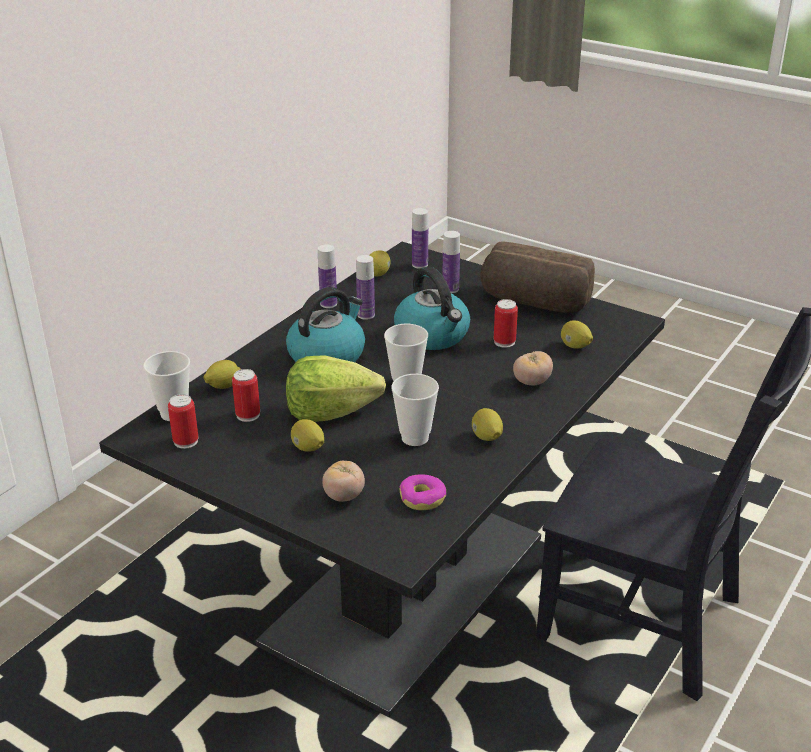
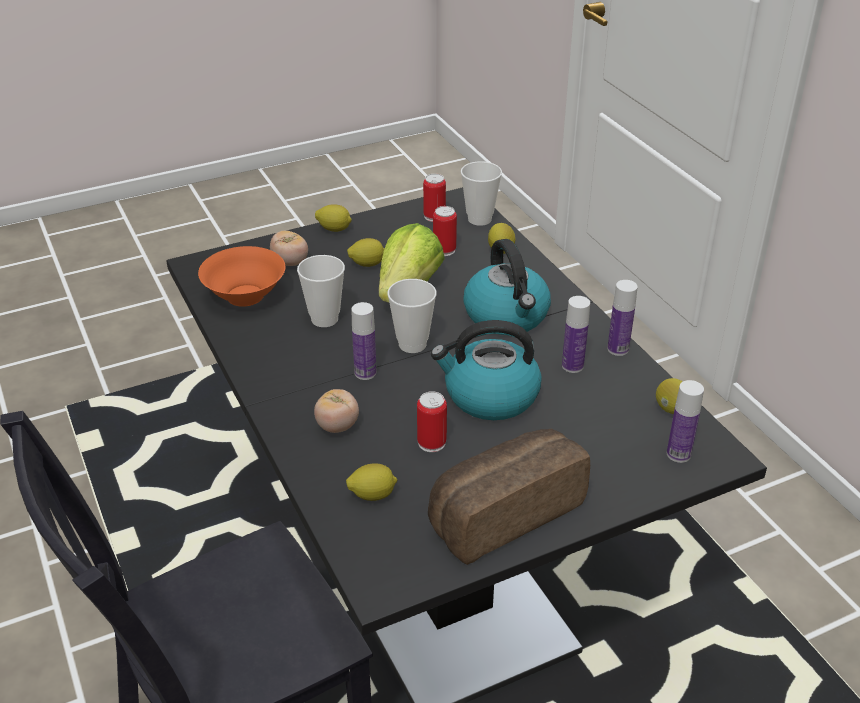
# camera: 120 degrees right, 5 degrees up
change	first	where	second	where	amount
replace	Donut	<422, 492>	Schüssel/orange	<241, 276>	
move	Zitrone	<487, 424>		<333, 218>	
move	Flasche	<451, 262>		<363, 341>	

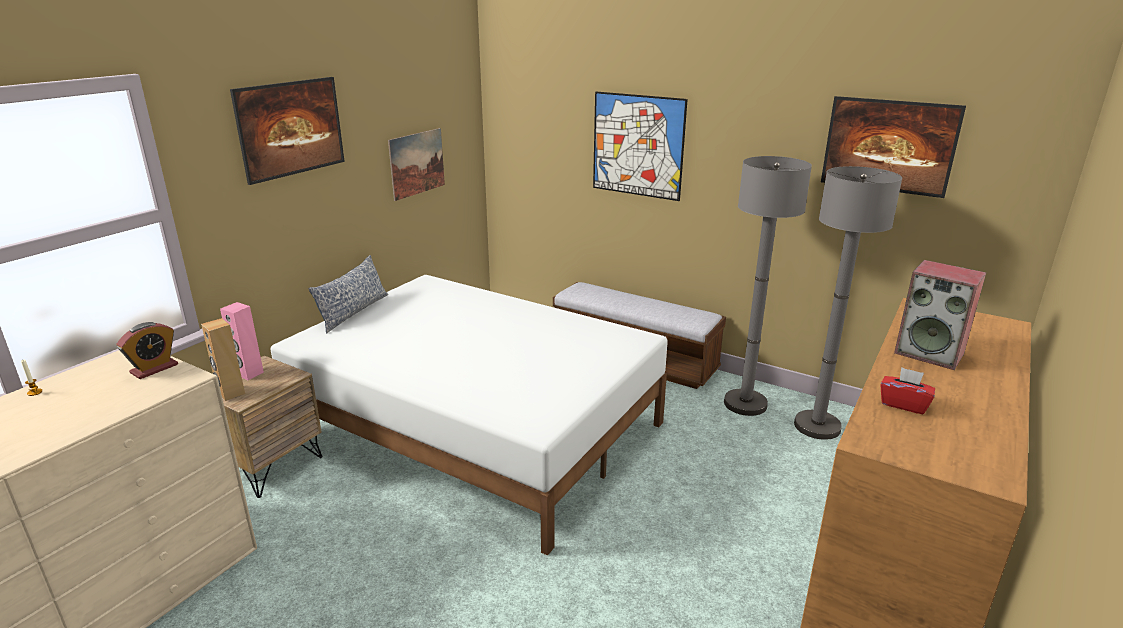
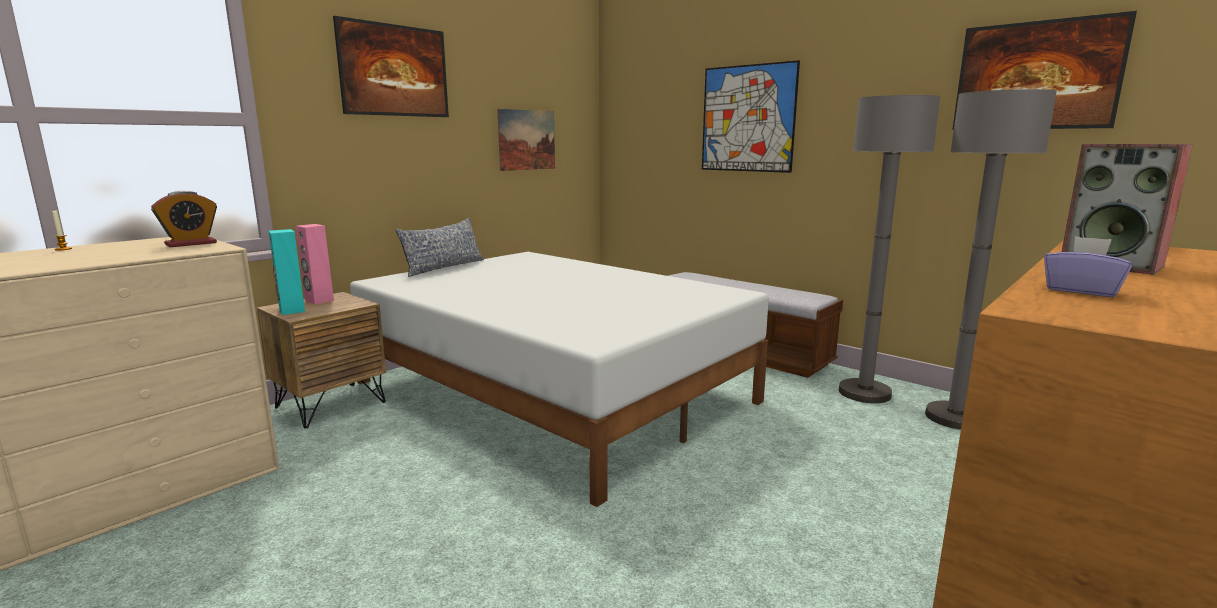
# camera: 10 degrees right, 10 degrees down
change	first	where	second	where	amount
recolor	Lautsprecher/braun	<223, 359>	Lautsprecher/türkis	<286, 272>	
recolor	Taschentuchbox/rot	<907, 390>	Taschentuchbox/lila	<1088, 266>	

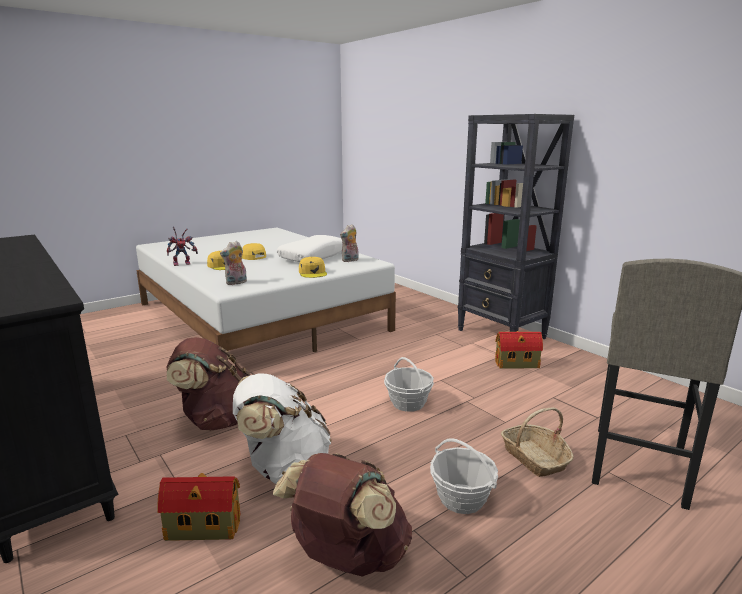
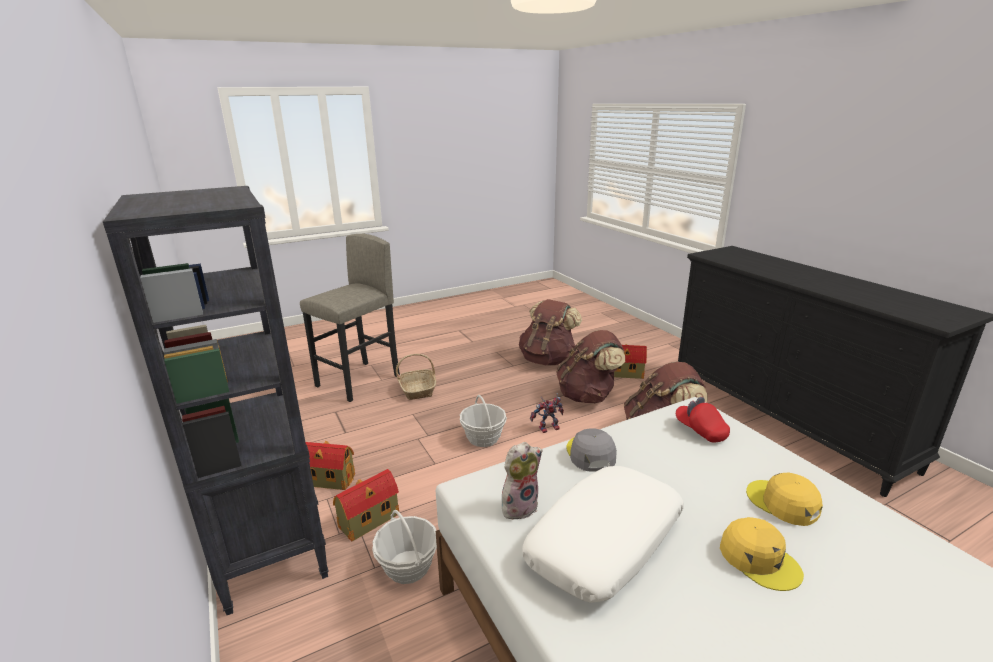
# camera: 170 degrees left, 5 degrees up
change	first	where	second	where	amount
insert			Spielzeughaus	<366, 505>	
move	Korb	<464, 476>		<404, 547>	
move	Spielzeugroboter	<182, 246>		<547, 413>	
recolor	Rucksack/weiß	<282, 428>	Rucksack/braun	<590, 366>	
recolor	Kappe/gelb	<313, 267>	Kappe/grau	<591, 450>	
replace	Plüschtier	<233, 263>	Kappe/rot	<703, 420>	

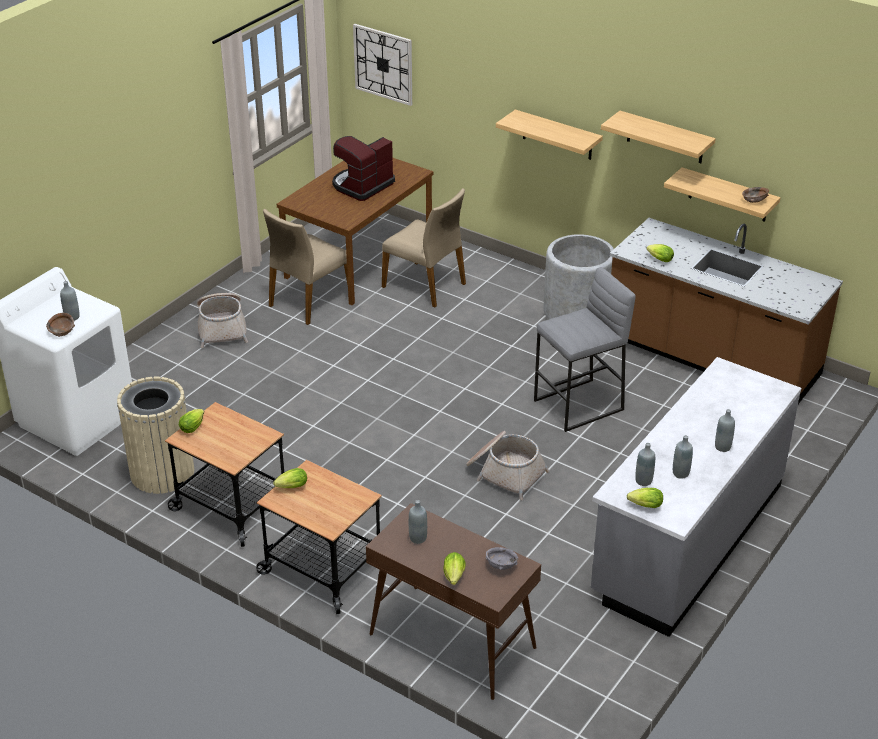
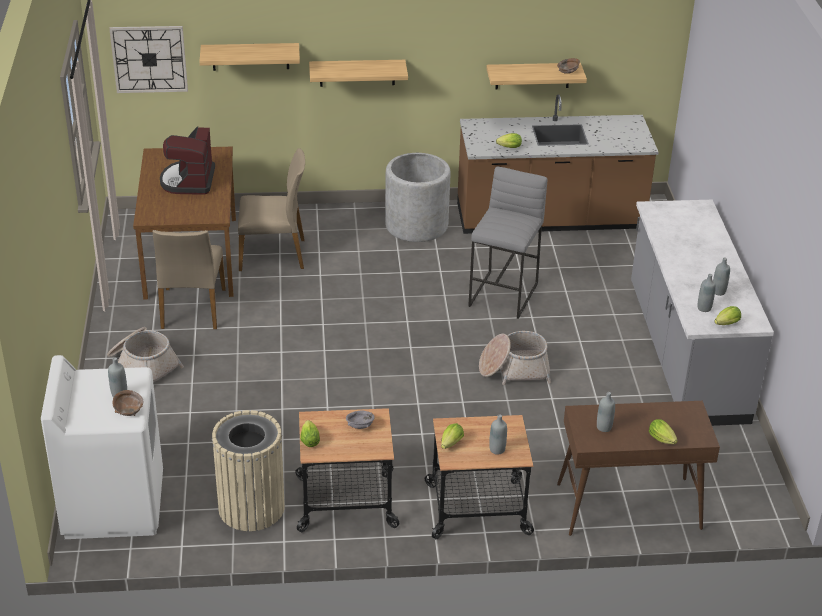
# camera: 40 degrees left, 0 degrees up
change	first	where	second	where	amount
move	Wandregal	<658, 137>		<250, 57>	
move	Schüssel/grau	<501, 558>		<360, 420>	
move	Flasche/grau	<725, 430>		<498, 434>	

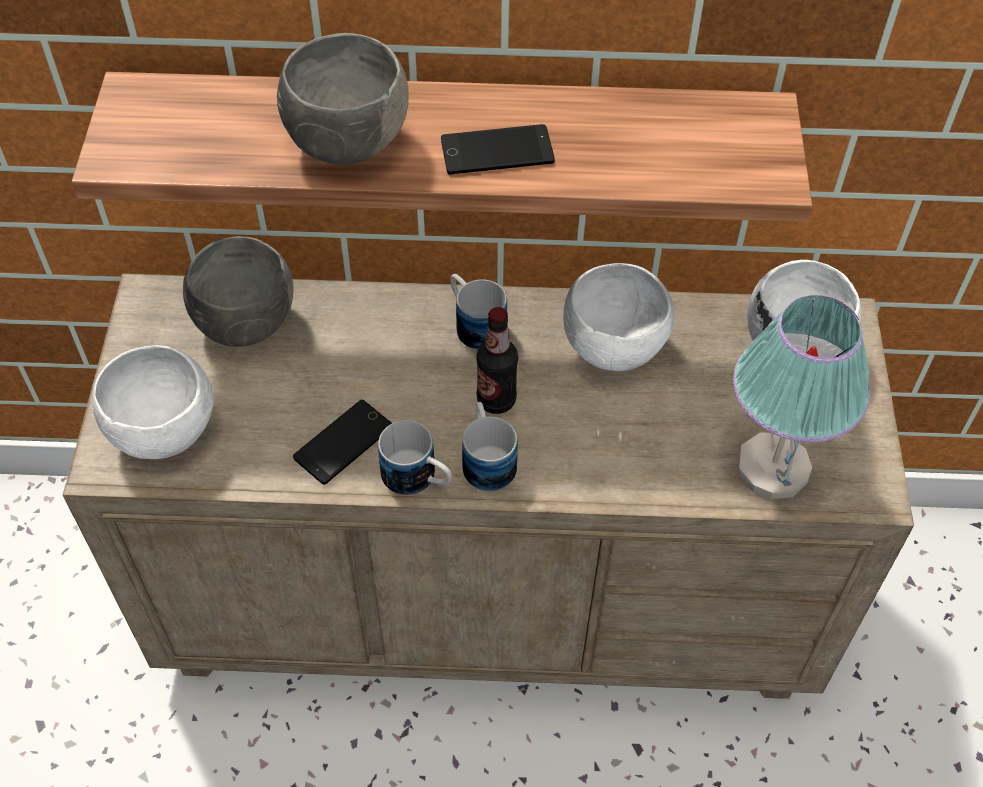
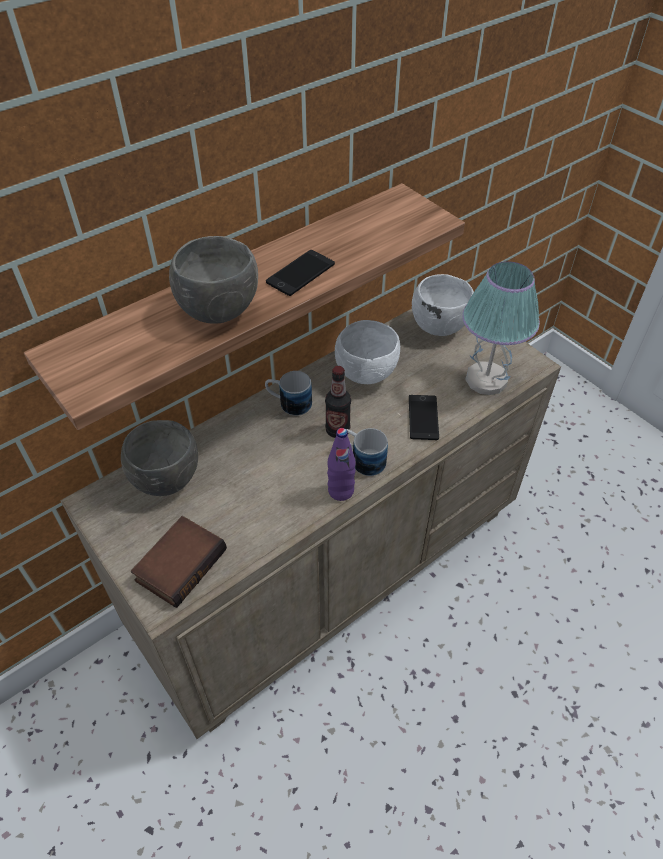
# camera: 40 degrees left, 5 degrees down
change	first	where	second	where	amount
replace	Schüssel/weiß	<153, 402>	Buch	<179, 562>	
replace	Henkelbecher	<415, 457>	Flasche/lila	<341, 464>	
move	Handy	<342, 442>		<424, 417>	

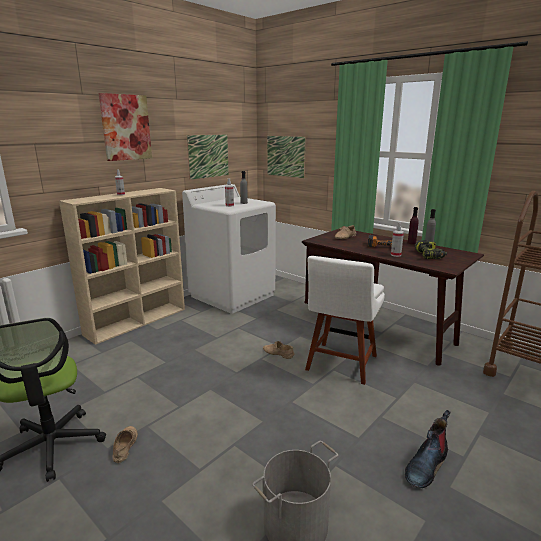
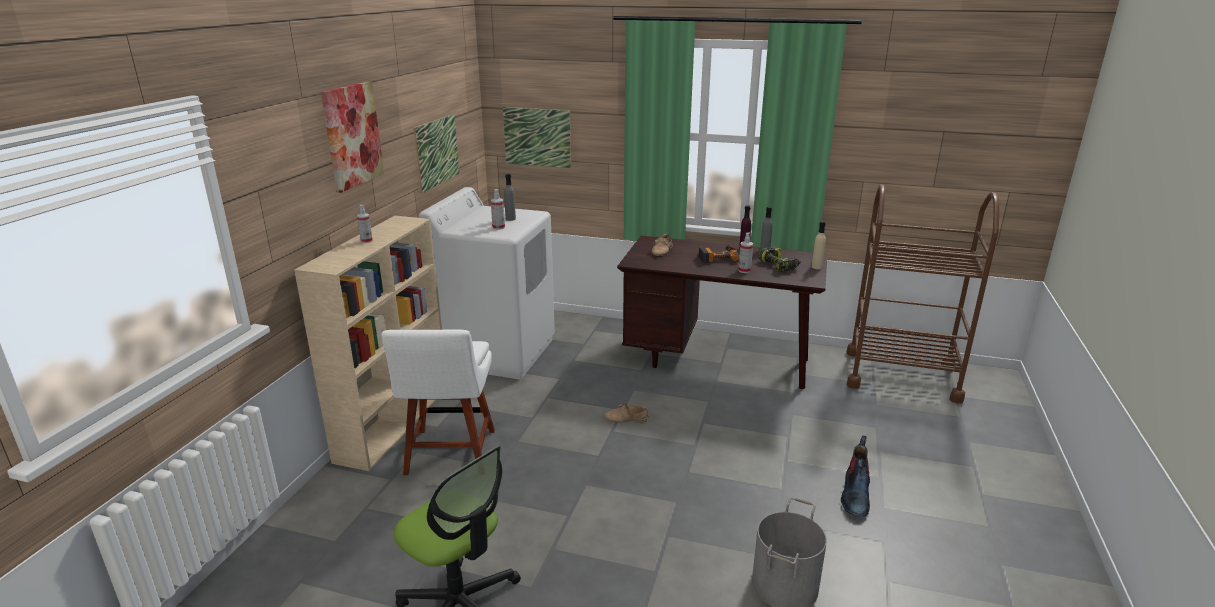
# camera: 25 degrees left, 5 degrees up
change	first	where	second	where	amount
move	Stuhl/weiß	<345, 320>		<438, 402>	
insert			Flasche/beige	<819, 245>	
delete	Schuh/beige	<125, 444>			

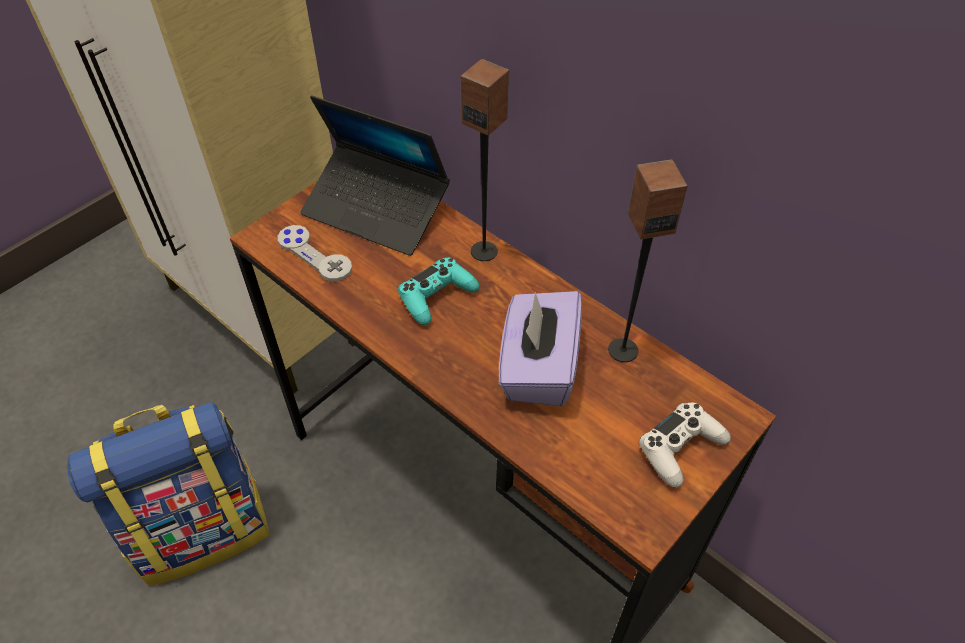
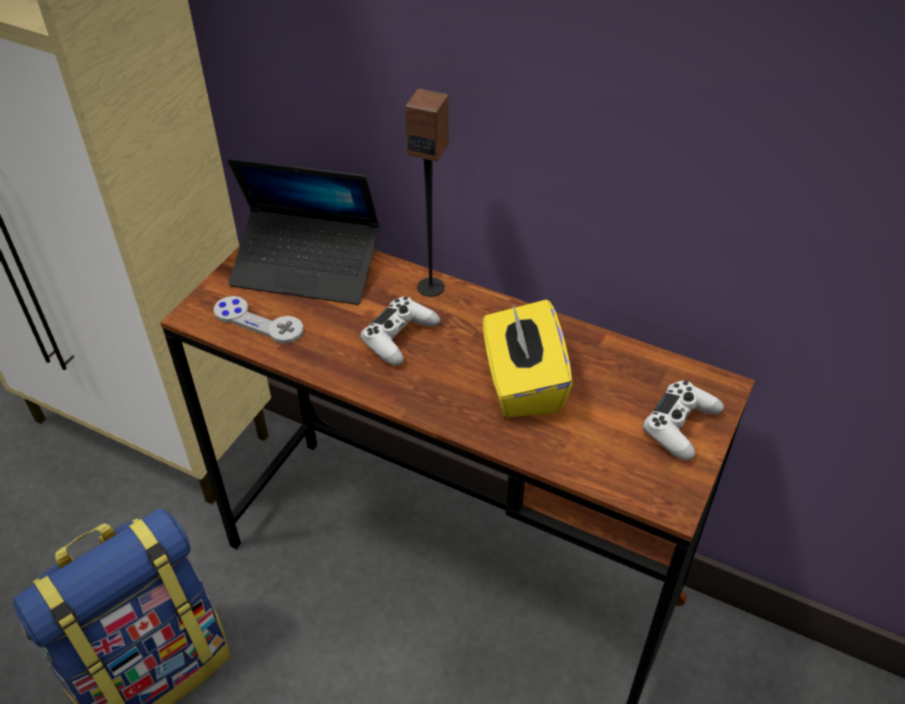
# camera: 15 degrees left, 5 degrees down
change	first	where	second	where	amount
recolor	Gamepad/türkis	<439, 291>	Gamepad/weiß	<400, 331>	
recolor	Taschentuchbox/lila	<540, 348>	Taschentuchbox/gelb	<528, 358>	
delete	Lautsprecher	<647, 260>			

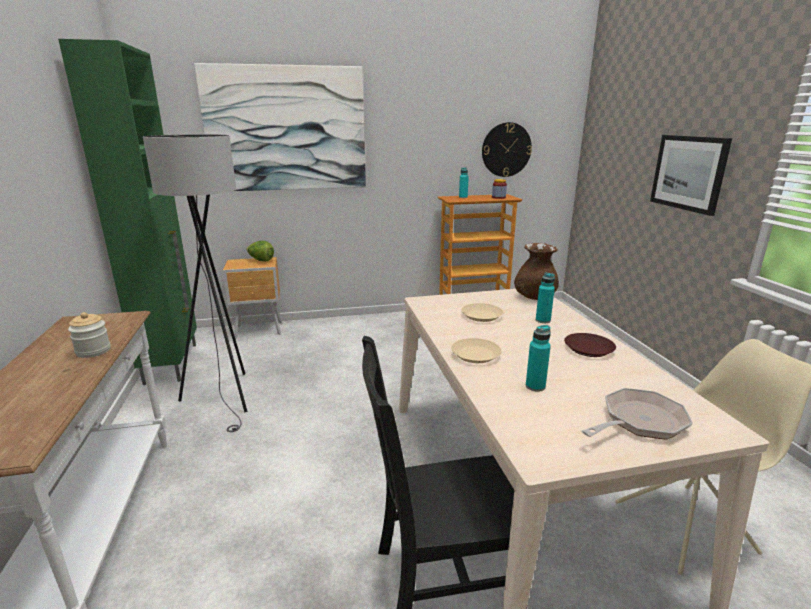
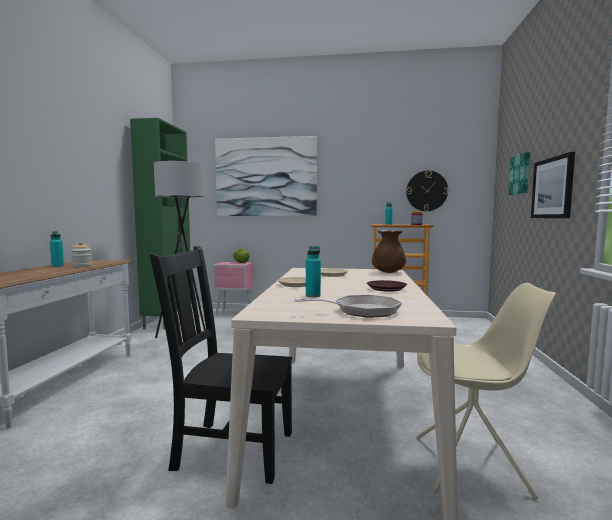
# camera: 20 degrees right, 15 degrees down
change	first	where	second	where	amount
move	Flasche/türkis	<545, 298>		<57, 249>	
recolor	Nachttisch/braun	<252, 297>	Nachttisch/rosa	<232, 288>	
insert			Bild	<519, 173>	

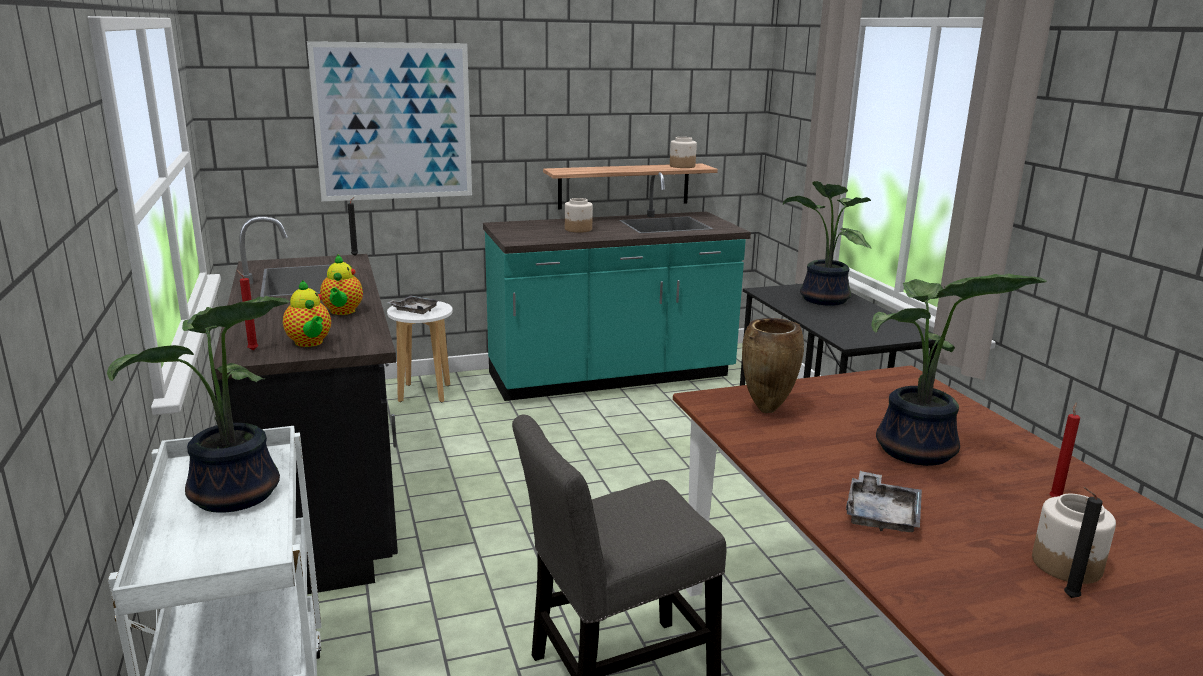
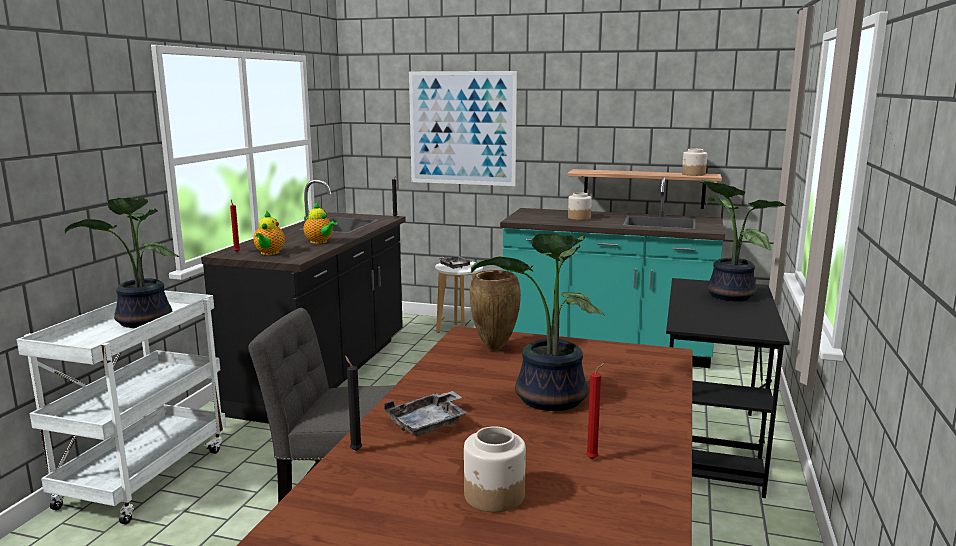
# camera: 35 degrees right, 5 degrees down
change	first	where	second	where	amount
rotate	Teekanne	<341, 285>		<320, 223>	75 degrees counterclockwise
move	Kerze/schwarz	<1083, 542>		<353, 403>	

